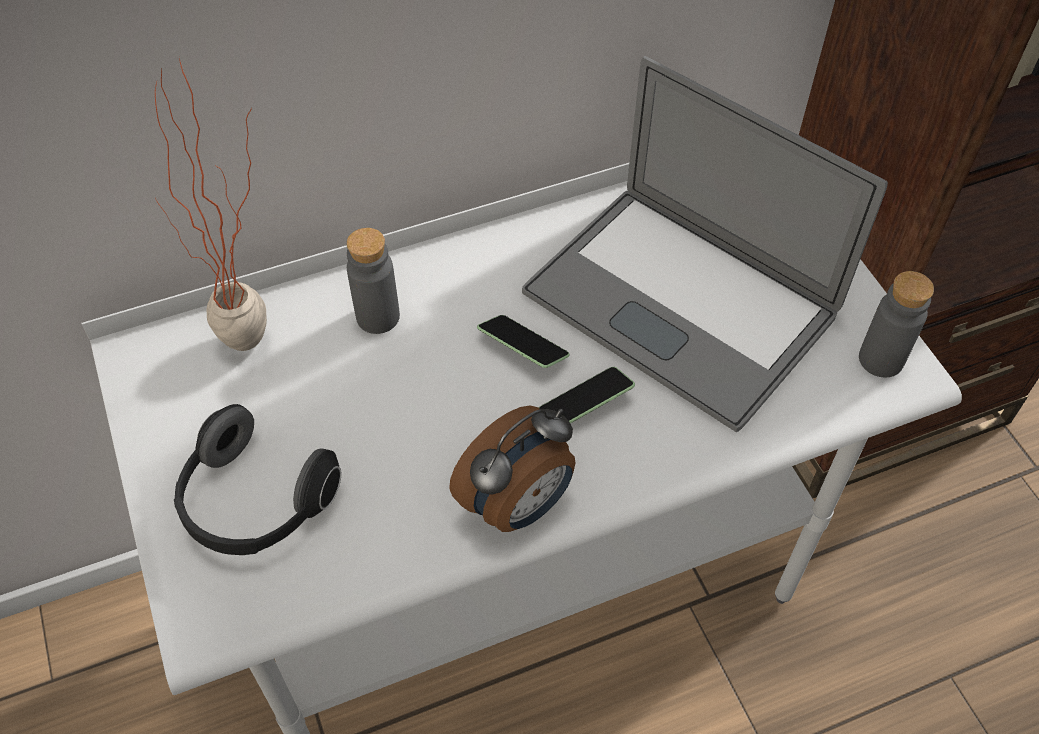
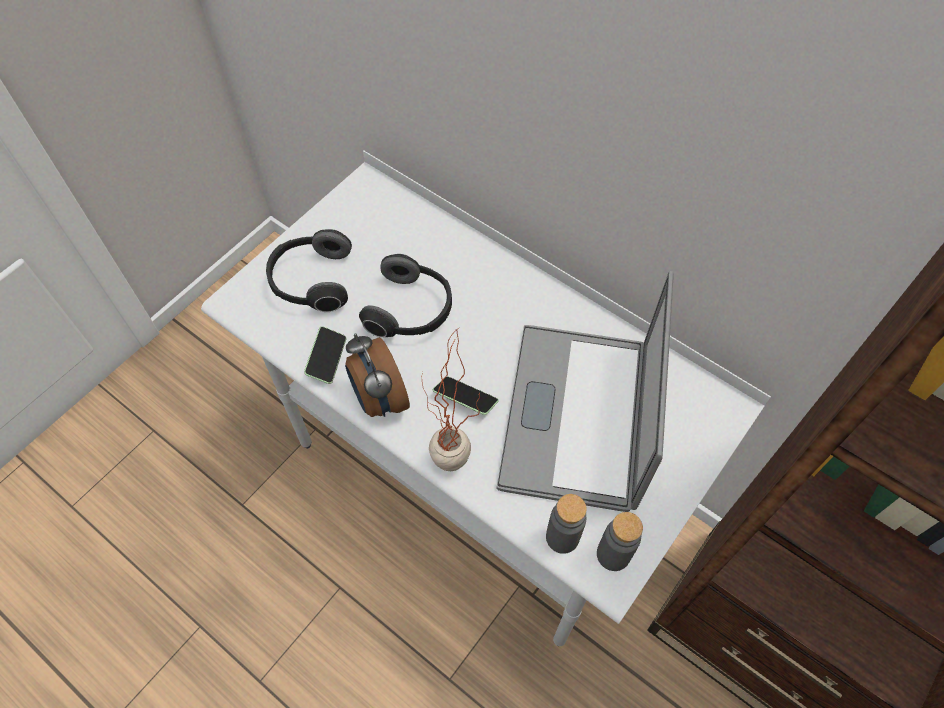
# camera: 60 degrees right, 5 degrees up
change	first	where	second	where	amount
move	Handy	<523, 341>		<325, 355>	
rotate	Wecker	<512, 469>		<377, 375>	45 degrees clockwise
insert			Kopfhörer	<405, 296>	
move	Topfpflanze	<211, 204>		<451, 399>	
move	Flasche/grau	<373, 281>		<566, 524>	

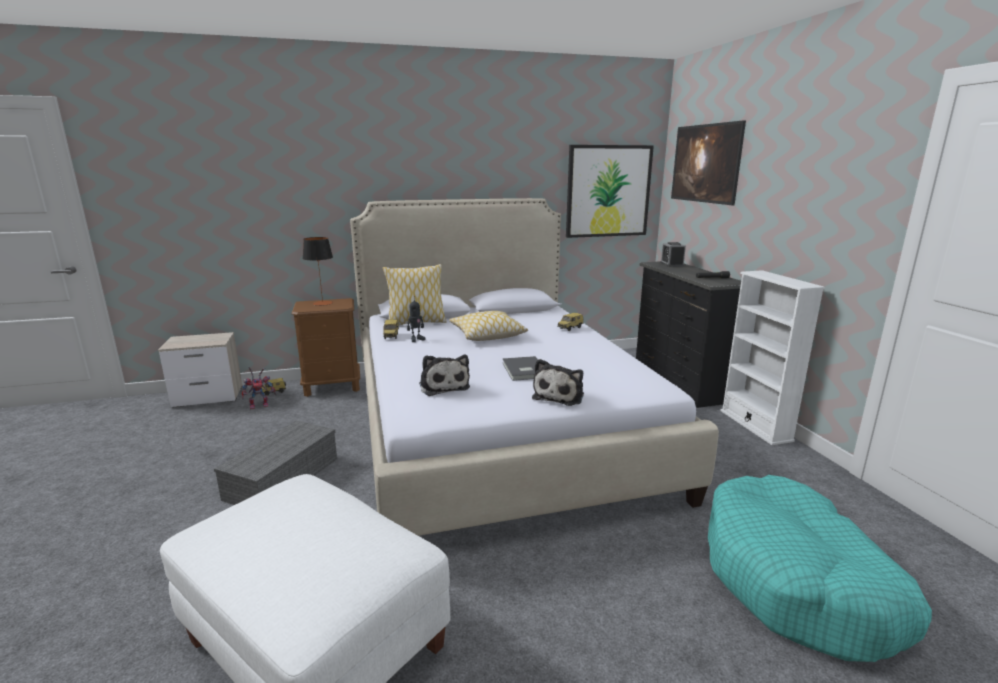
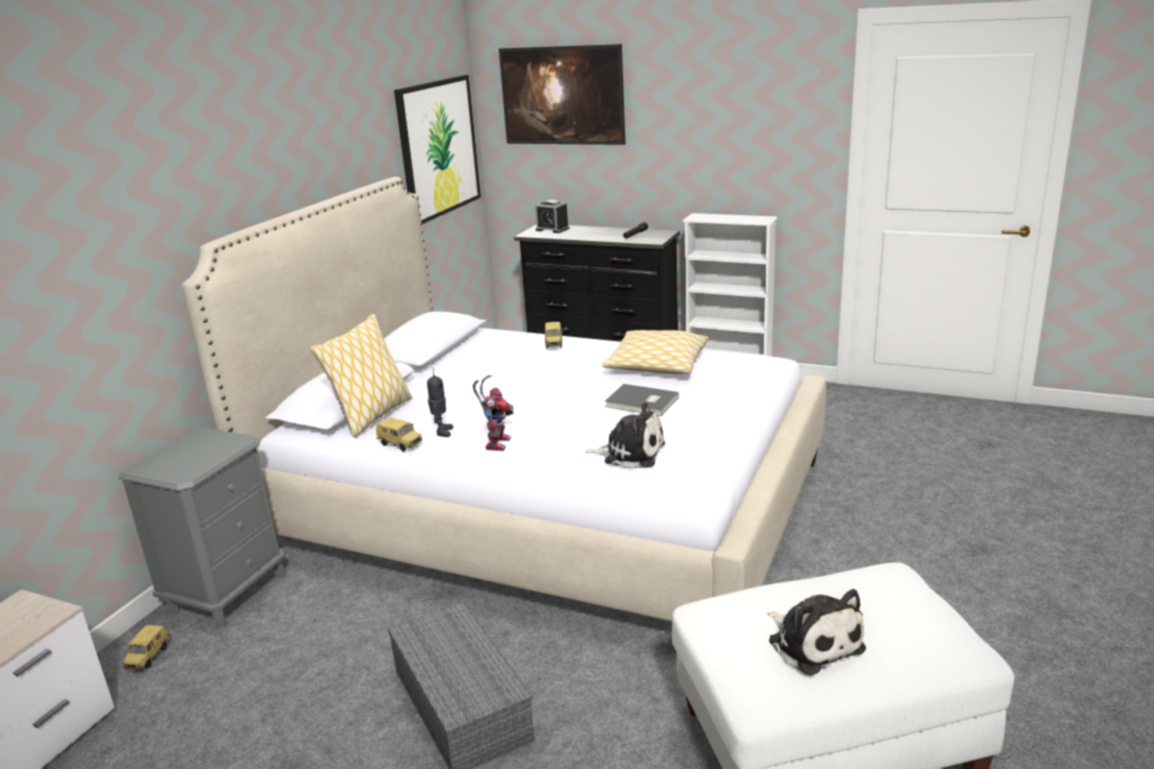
# camera: 50 degrees left, 5 degrees up
change	first	where	second	where	amount
recolor	Nachttisch/braun	<325, 347>	Nachttisch/grau	<201, 528>	
move	Spielzeugroboter	<259, 388>		<493, 413>	
move	Kissen	<488, 326>		<655, 352>	
move	Plüschtier	<558, 382>		<817, 632>	
delete	Tischlampe	<318, 271>			
delete	Hundebett/türkis	<820, 568>			

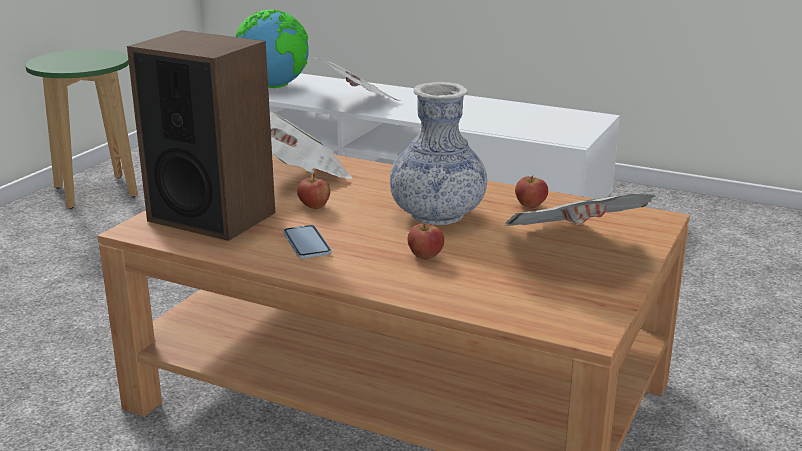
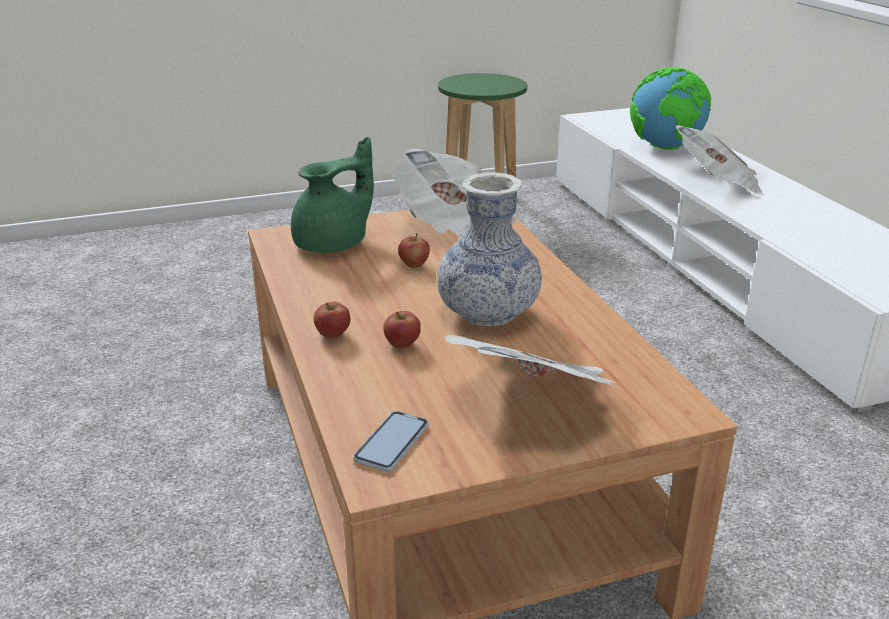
# camera: 45 degrees right, 5 degrees up
change	first	where	second	where	amount
replace	Lautsprecher	<201, 135>	Teekanne/grün	<332, 195>	
move	Apfel	<531, 192>		<332, 320>	
move	Handy	<307, 242>		<391, 441>	

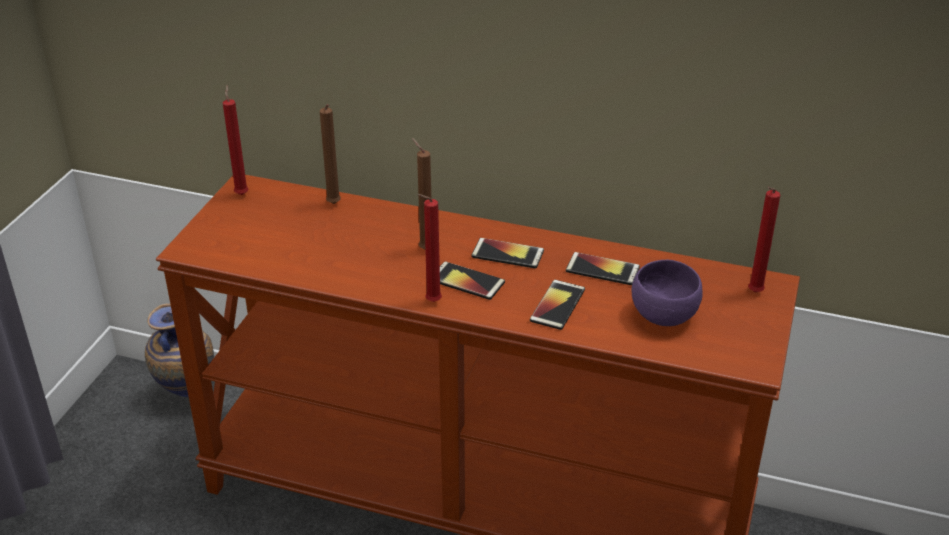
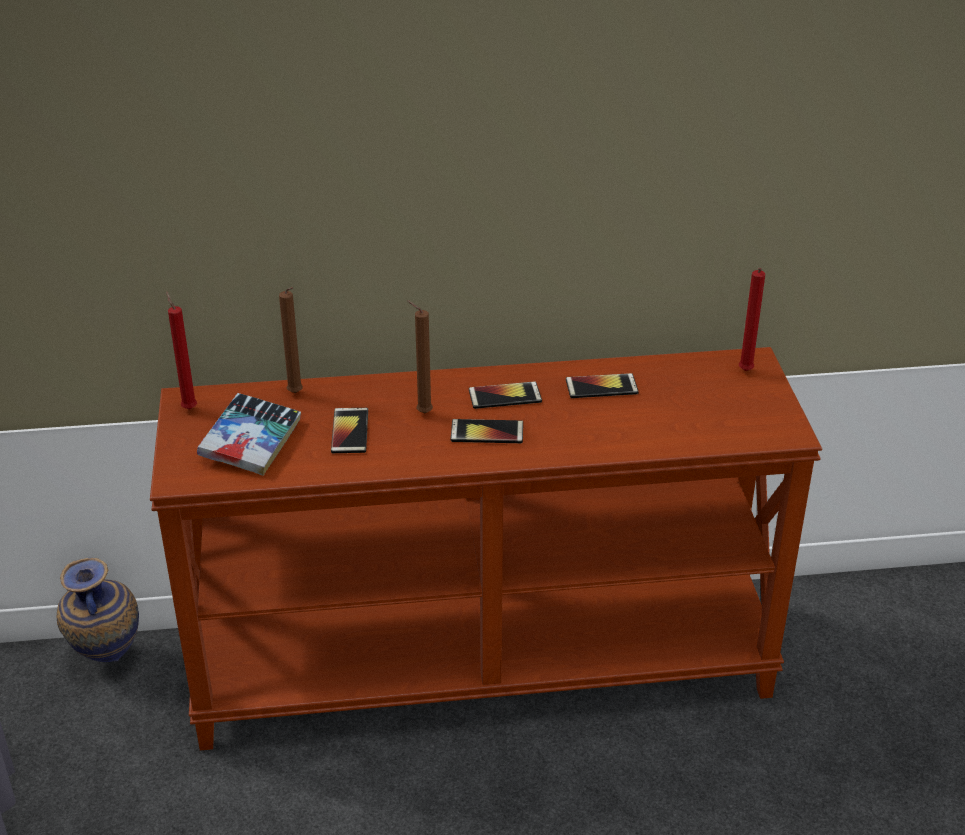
# camera: 25 degrees left, 0 degrees up
change	first	where	second	where	amount
insert			Buch	<249, 434>	
move	Handy	<557, 305>		<349, 430>	
delete	Kerze/rot	<429, 248>			
delete	Schüssel/lila	<667, 293>			

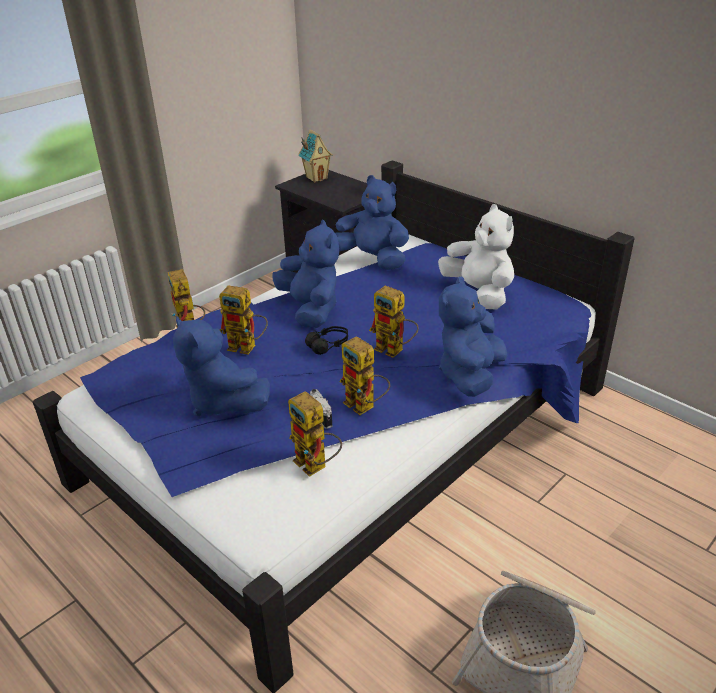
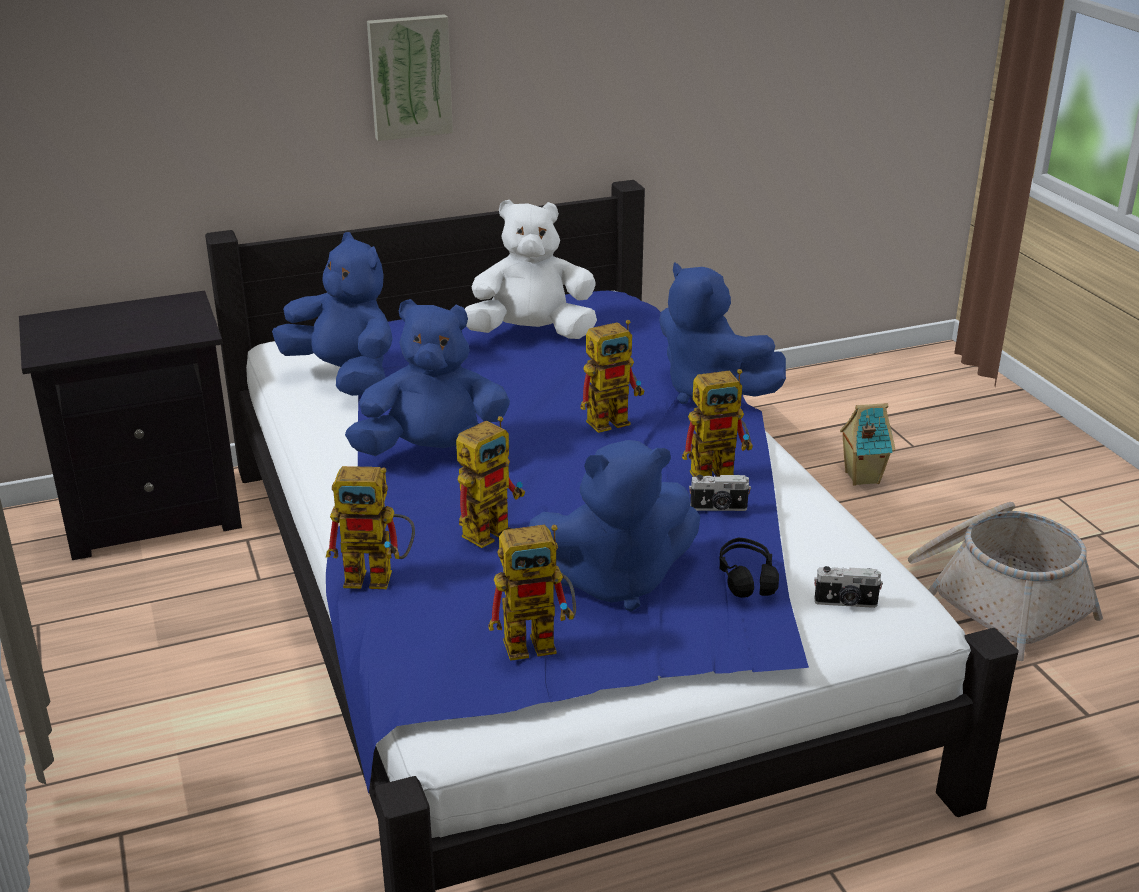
# camera: 65 degrees left, 5 degrees down
change	first	where	second	where	amount
rotate	Plüschtier/blau	<372, 222>		<332, 314>	75 degrees clockwise
insert			Bild	<410, 77>	
move	Spielzeugroboter	<315, 434>		<532, 592>	
move	Kopfhörer/schwarz	<326, 340>		<749, 568>	
insert			Kamera	<848, 587>	
move	Spielzeughaus	<315, 155>		<867, 444>	

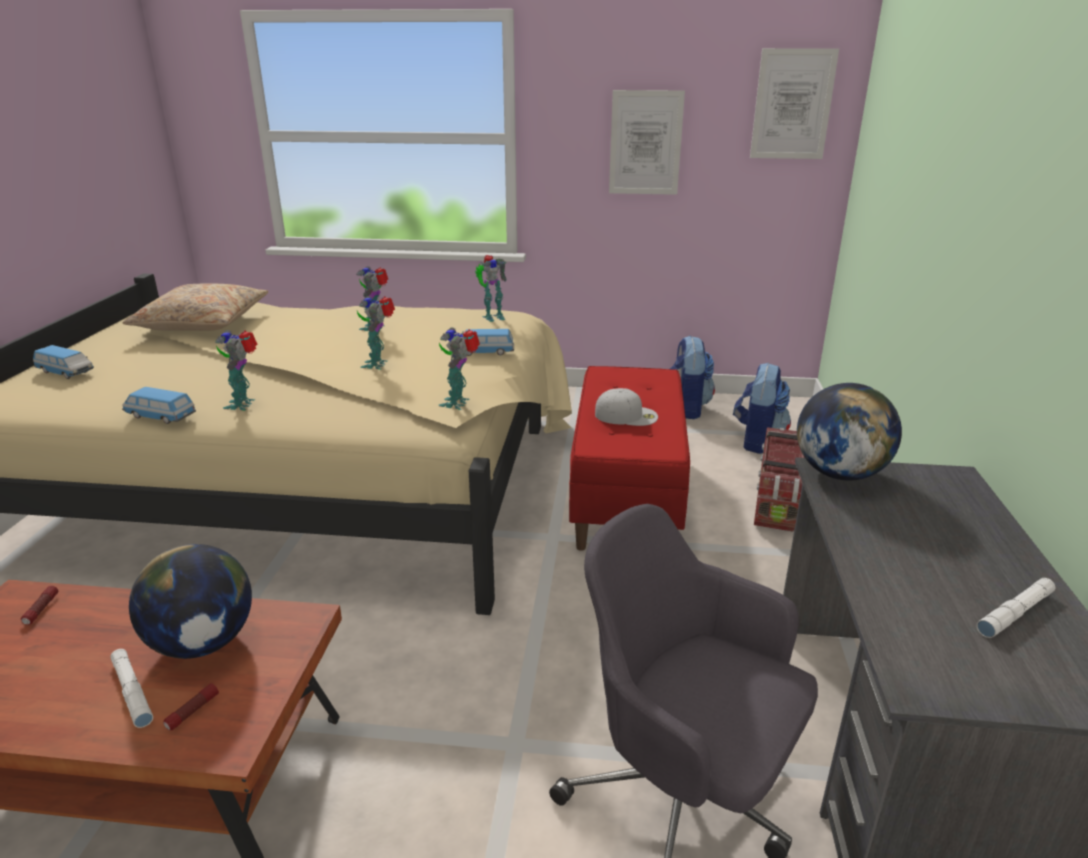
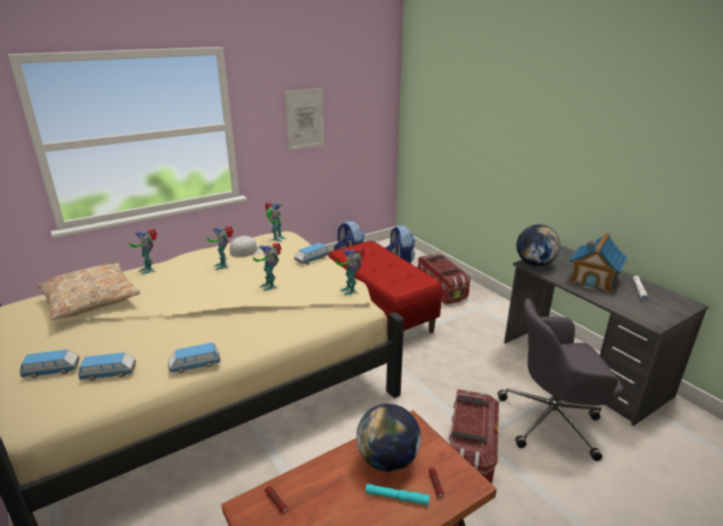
# camera: 40 degrees left, 0 degrees up
change	first	where	second	where	amount
insert			Spielzeugauto	<107, 367>	
move	Spielzeugroboter	<236, 370>		<143, 252>	
move	Kappe/weiß	<626, 407>		<247, 246>	
recolor	Taschenlampe/weiß	<131, 688>	Taschenlampe/türkis	<397, 495>	
insert			Aufbewahrungsbox	<474, 436>	
insert			Spielzeughaus	<598, 263>	
delete	Bild	<794, 103>			

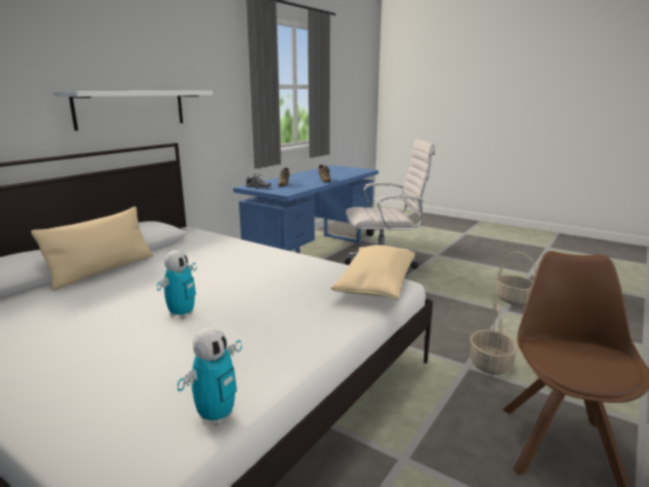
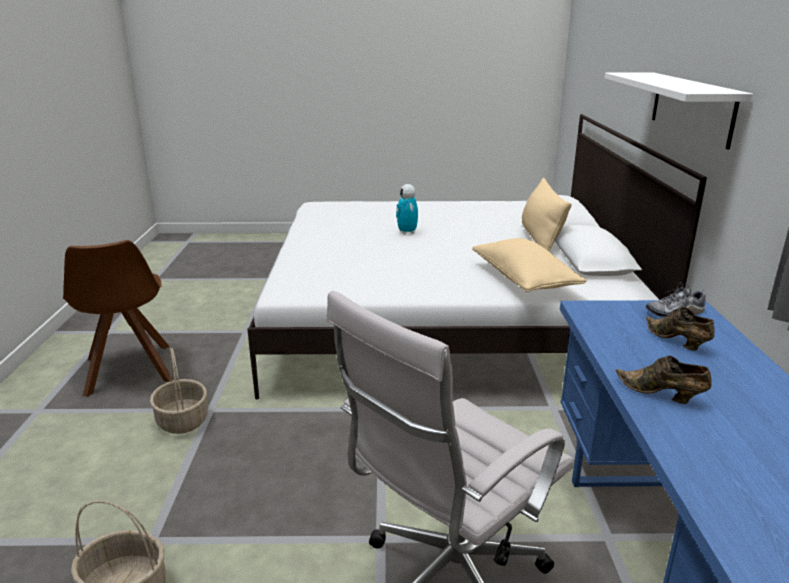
# camera: 145 degrees right, 5 degrees up
change	first	where	second	where	amount
move	Kissen/beige	<373, 272>		<529, 265>	
delete	Spielzeugroboter	<210, 376>			

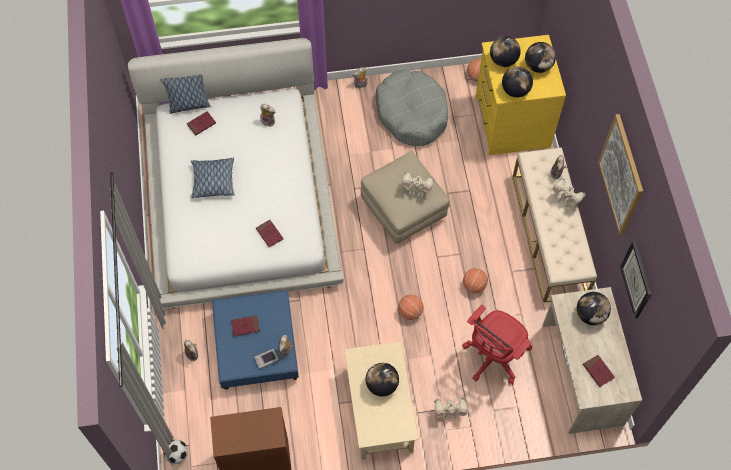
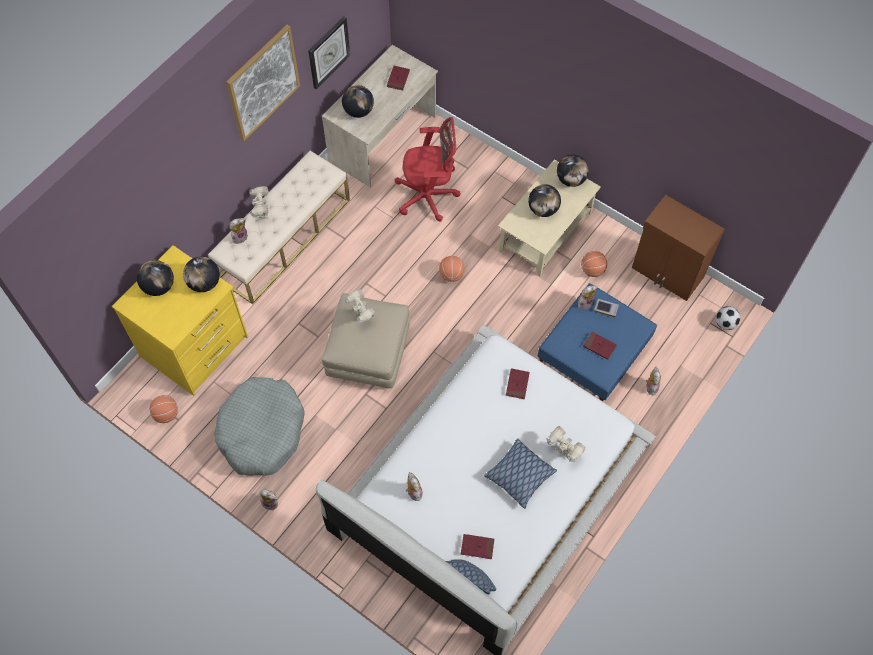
# camera: 135 degrees left, 0 degrees up
change	first	where	second	where	amount
move	Spielzeugroboter	<451, 408>		<566, 444>	
move	Globus	<505, 51>		<573, 171>	
move	Basketball	<475, 280>		<594, 264>	

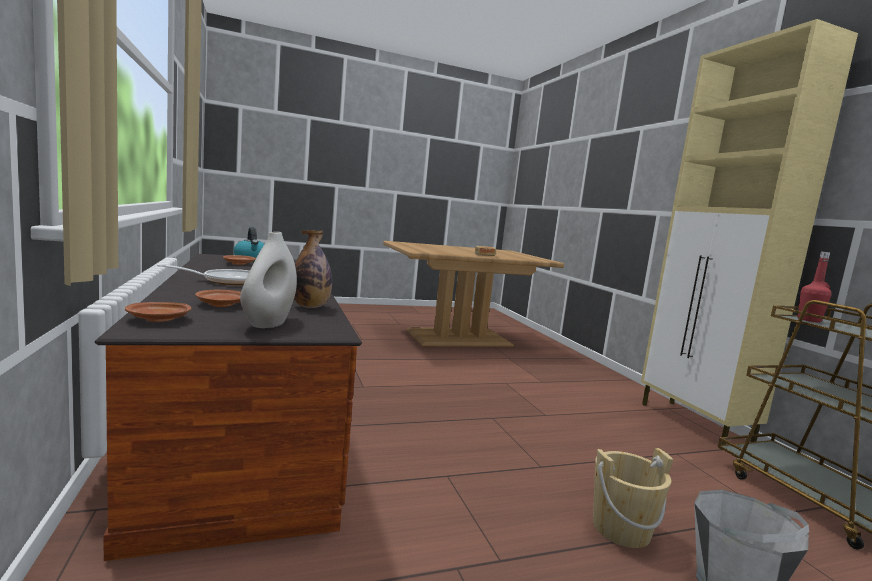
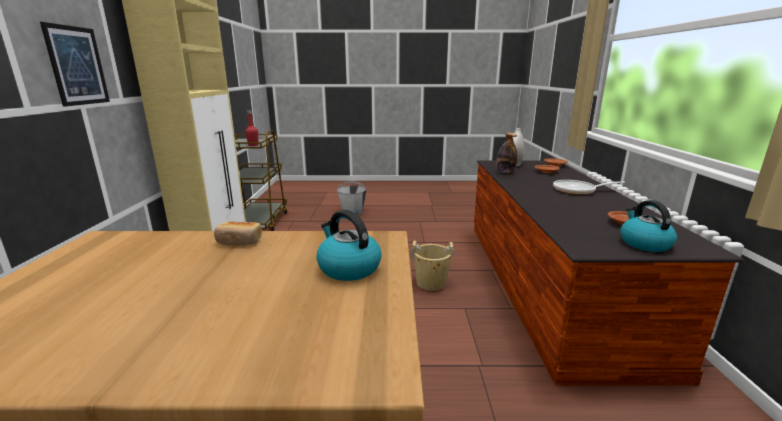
# camera: 160 degrees left, 10 degrees up
change	first	where	second	where	amount
insert			Bild	<75, 64>	
insert			Wasserkessel	<349, 245>	
move	Eimer/beige	<633, 498>		<432, 266>	

